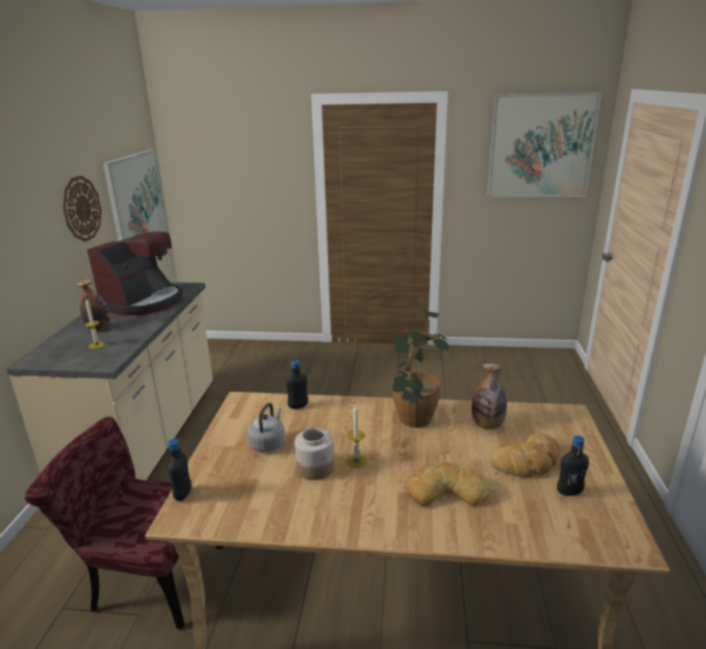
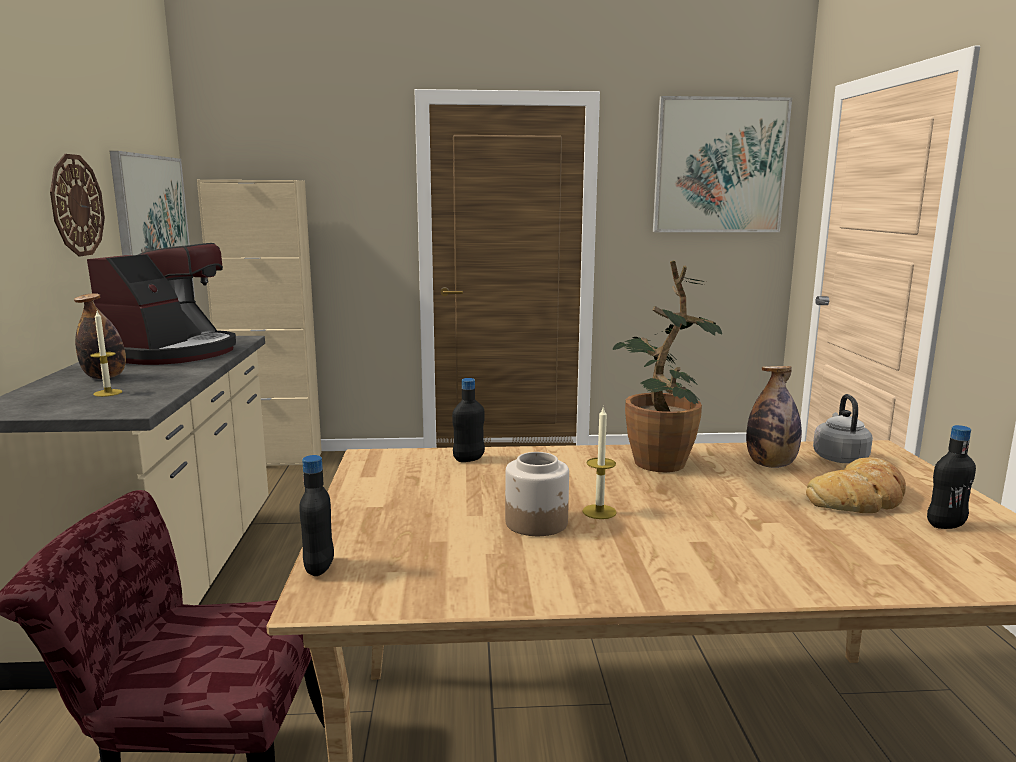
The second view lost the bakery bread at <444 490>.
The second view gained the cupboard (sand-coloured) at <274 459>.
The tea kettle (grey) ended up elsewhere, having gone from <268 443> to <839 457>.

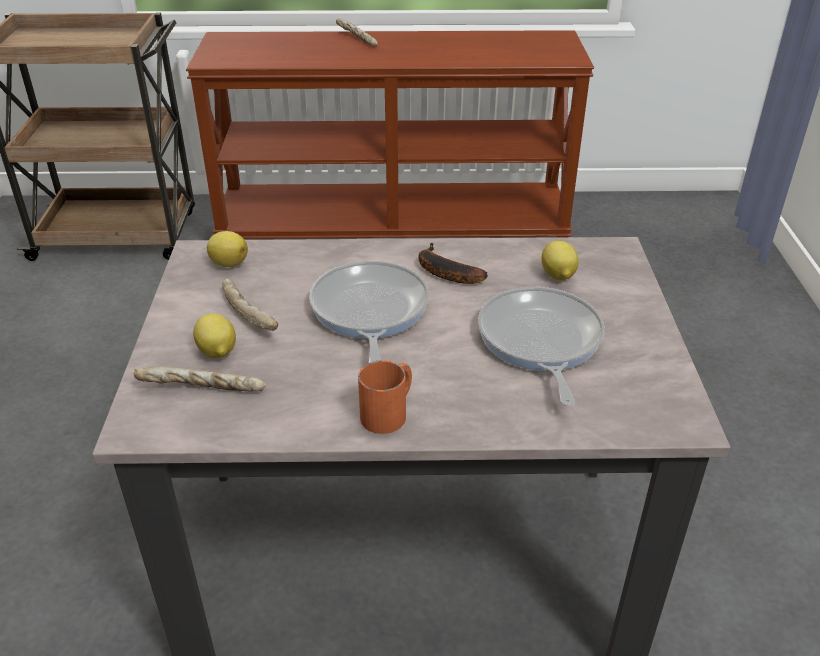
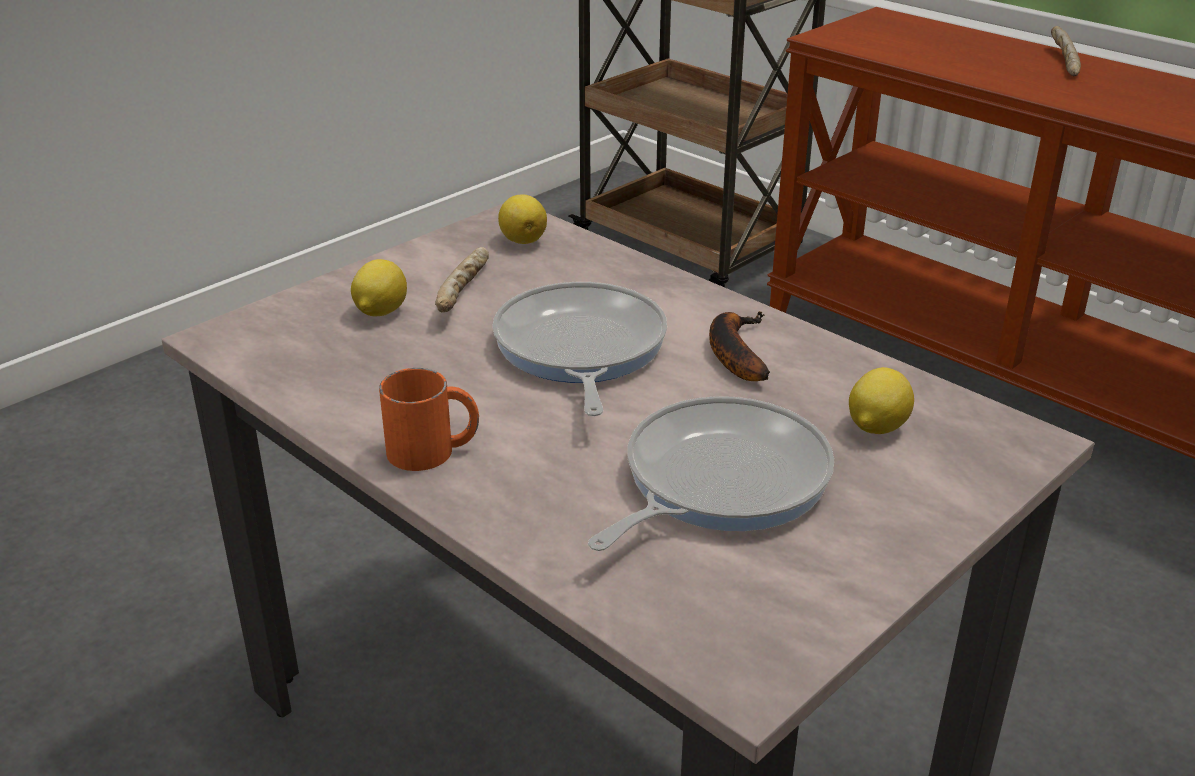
The second view lost the bakery bread at <202 390>.
The frying pan at <369 312> ended up facing another way, 45 degrees counterclockwise from before.

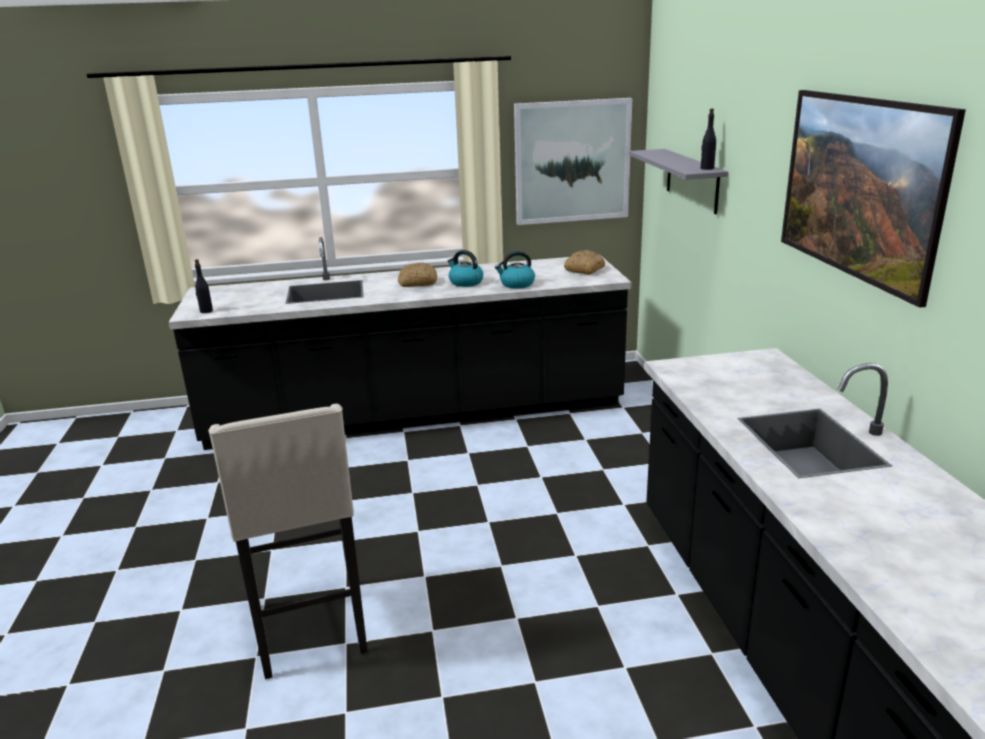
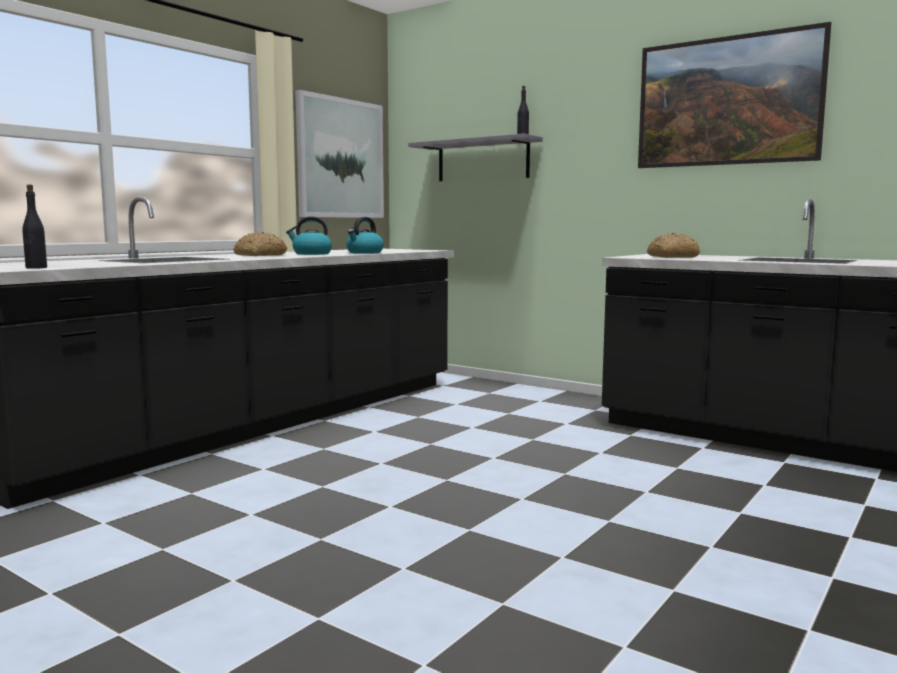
The second view lost the stool (sand-coloured) at <311 630>.
The bakery bread ended up elsewhere, having gone from <584 269> to <671 257>.

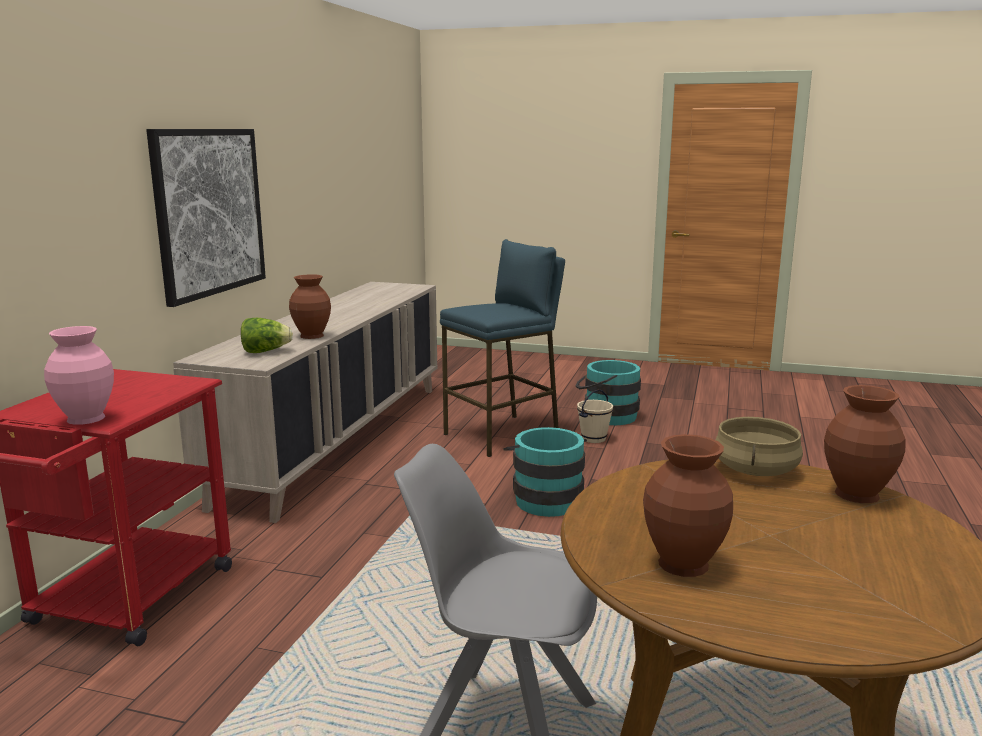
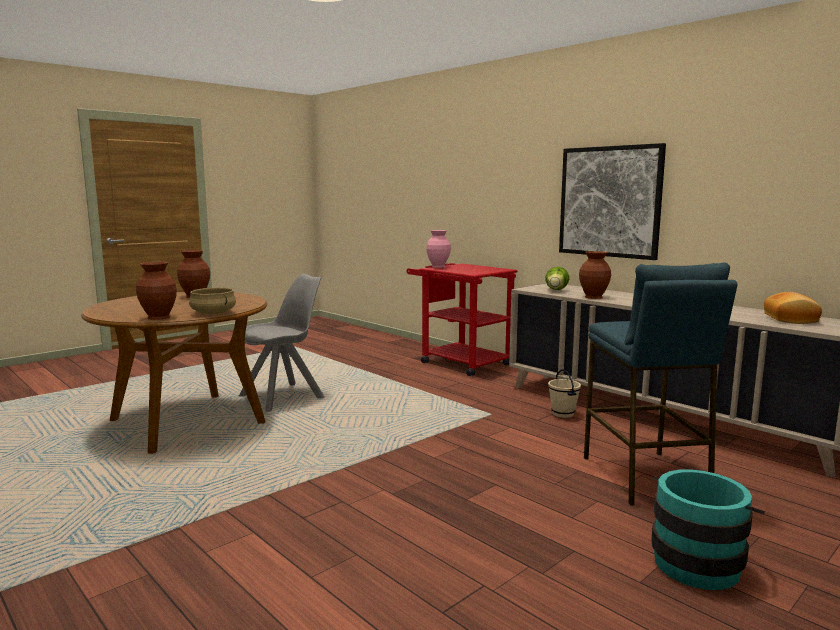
The second view lost the water bucket (turquoise-coloured) at <545 499>.
The second view gained the bakery bread at <792 319>.
The water bucket (sand-coloured) ended up elsewhere, having gone from <593 438> to <563 414>.

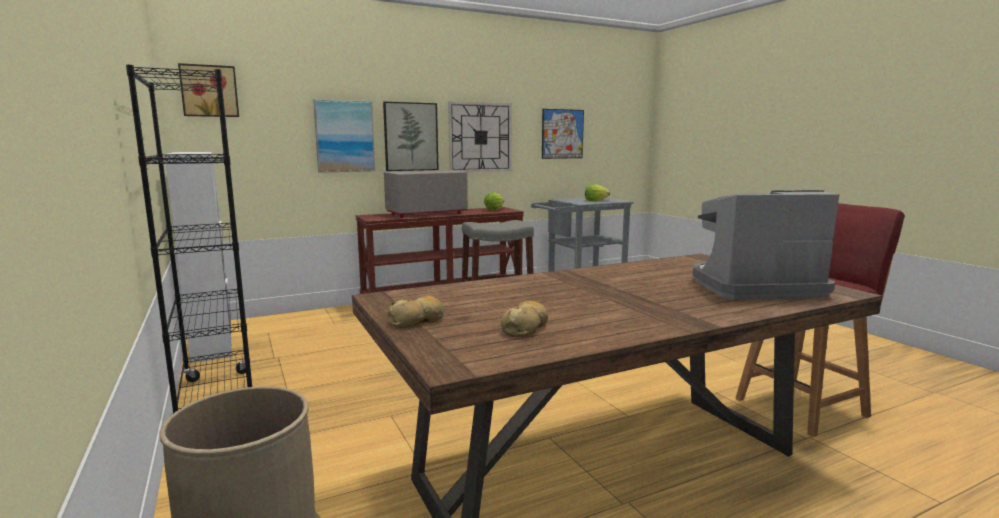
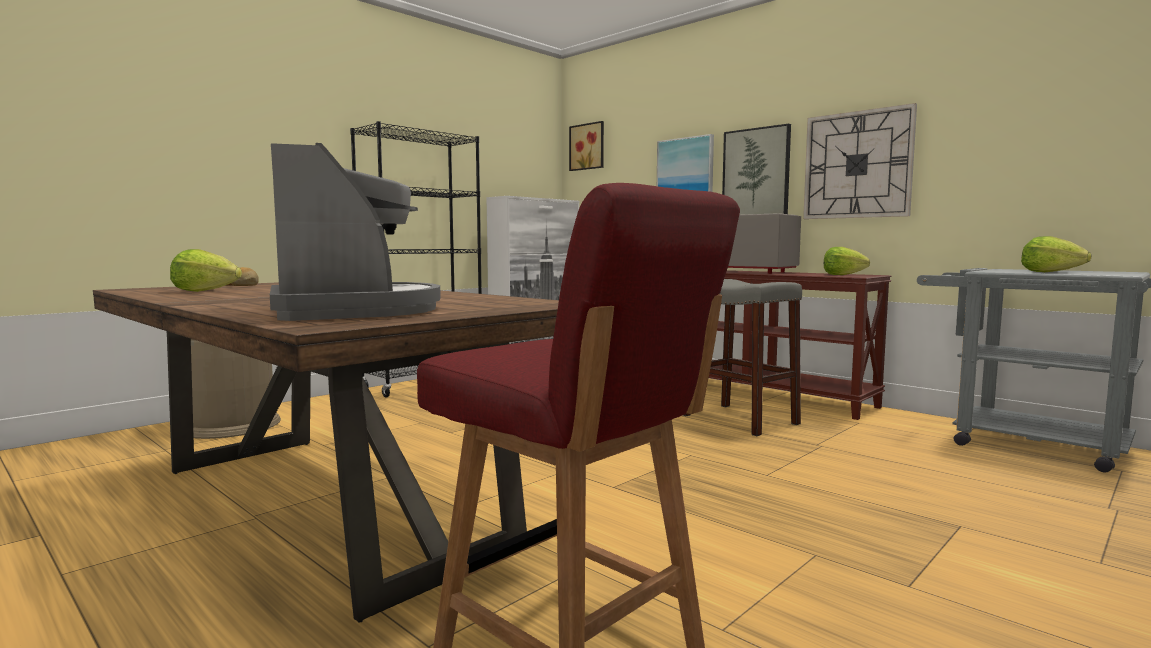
The second view lost the picture at <562 134>.
Where the bakery bread stood at <525 328>, the lettuce head came to stand at <205 291>.

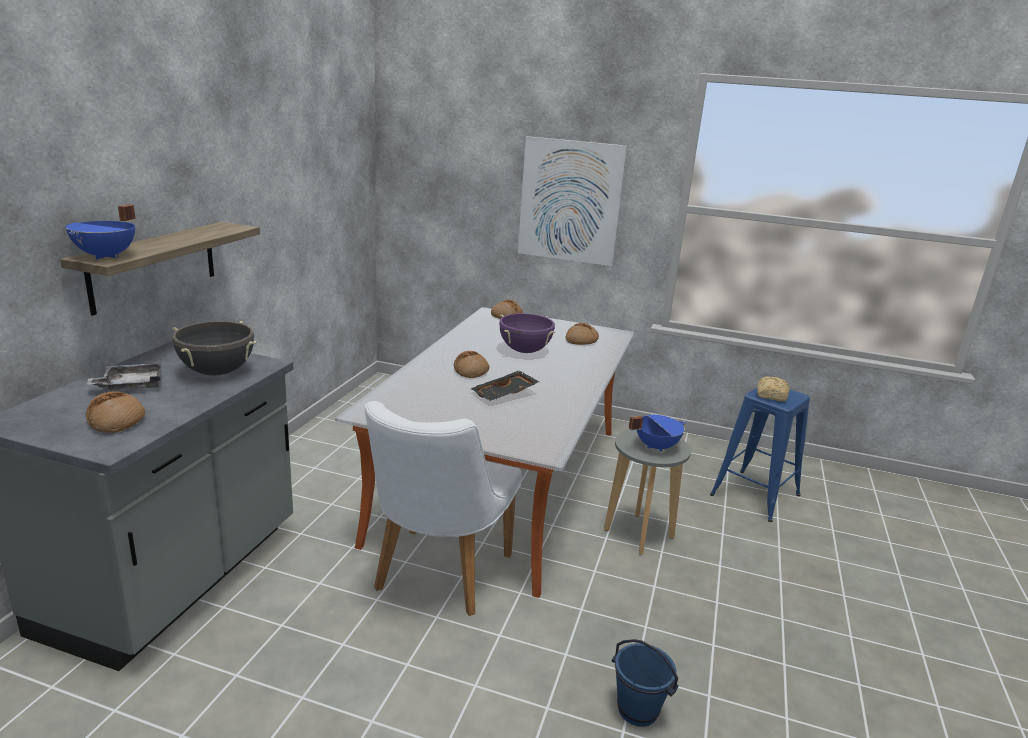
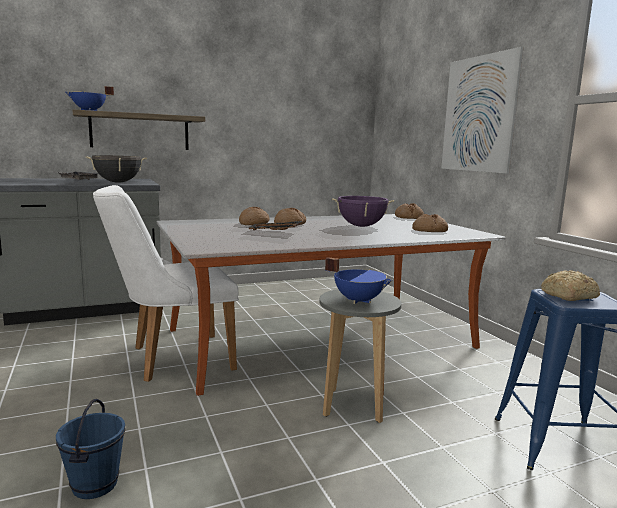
The bakery bread ended up elsewhere, having gone from <117 421> to <254 223>.

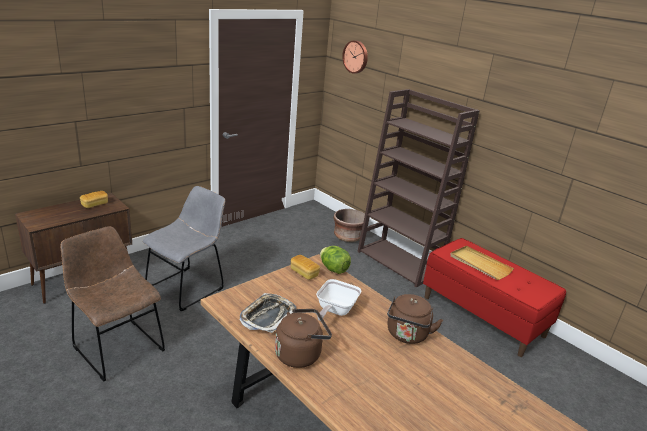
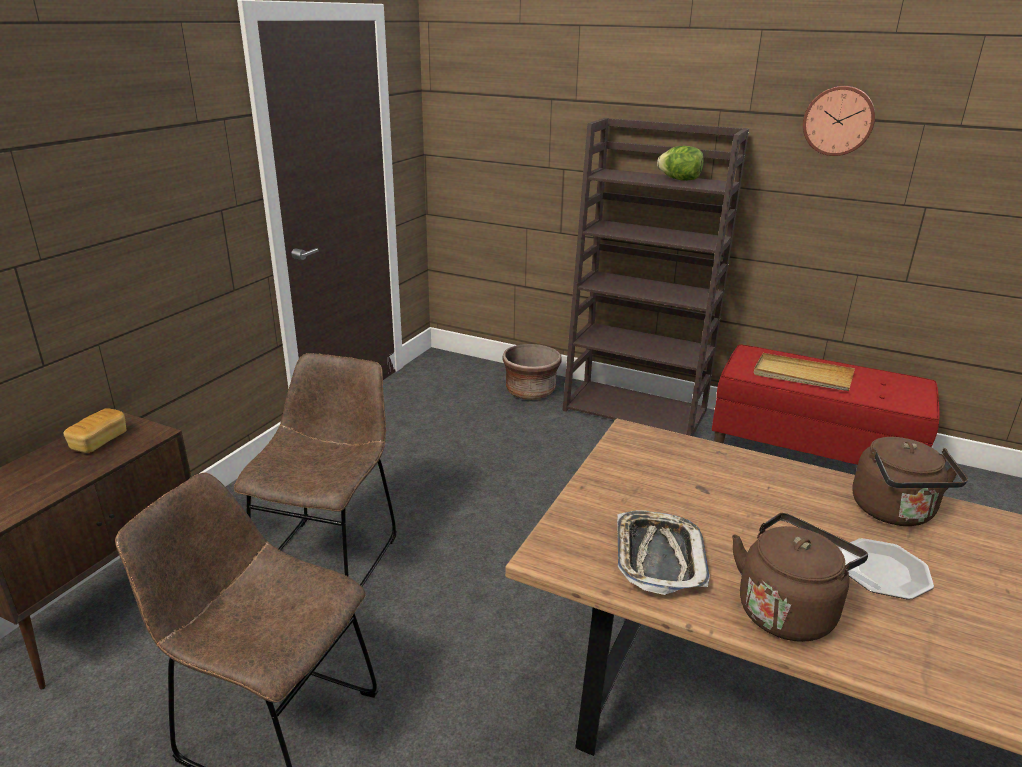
The second view lost the bakery bread at <304 273>.
The second view lost the frying pan at <334 311>.
The second view gained the dinner plate at <883 570>.
The lettuce head ended up elsewhere, having gone from <333 269> to <680 180>.
The wall clock ended up elsewhere, having gone from <356 57> to <838 120>.
What was the chair (grey) at <188 287> turned into the chair (brownish) at <330 554>.

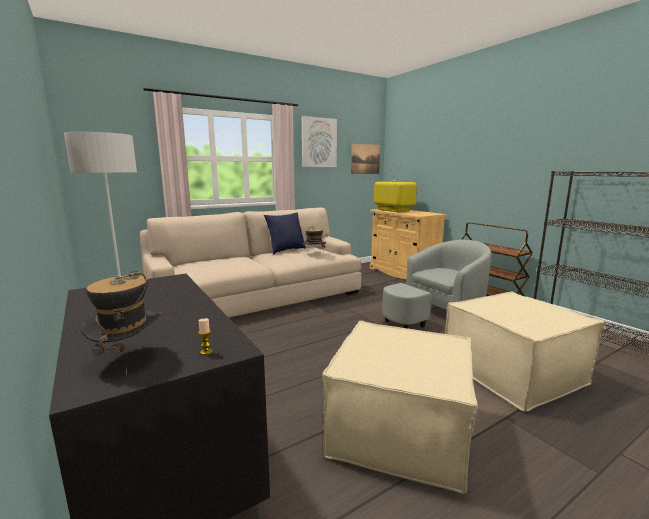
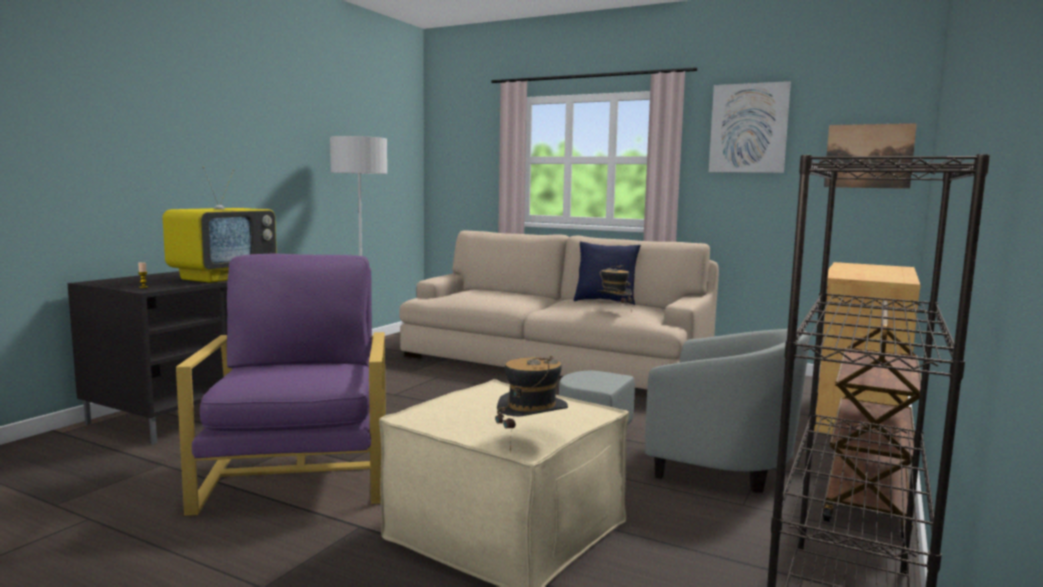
The clothing hat ended up elsewhere, having gone from <128 358> to <531 441>.
The television ended up elsewhere, having gone from <393 210> to <223 277>.
Where the pouffe (sand-coloured) stood at <400 428>, the armchair (purple-coloured) came to stand at <299 471>.

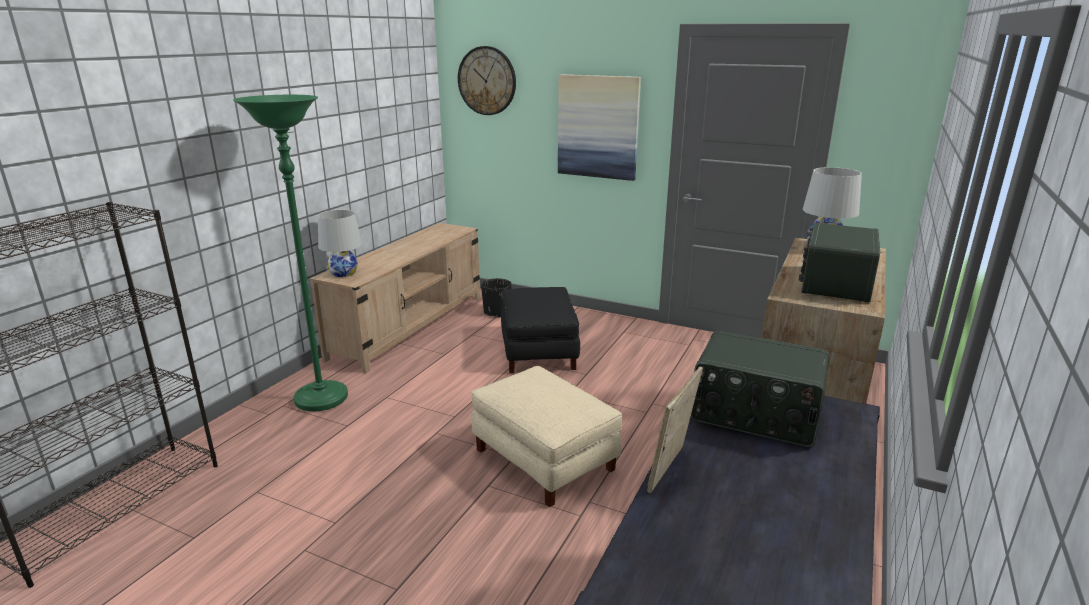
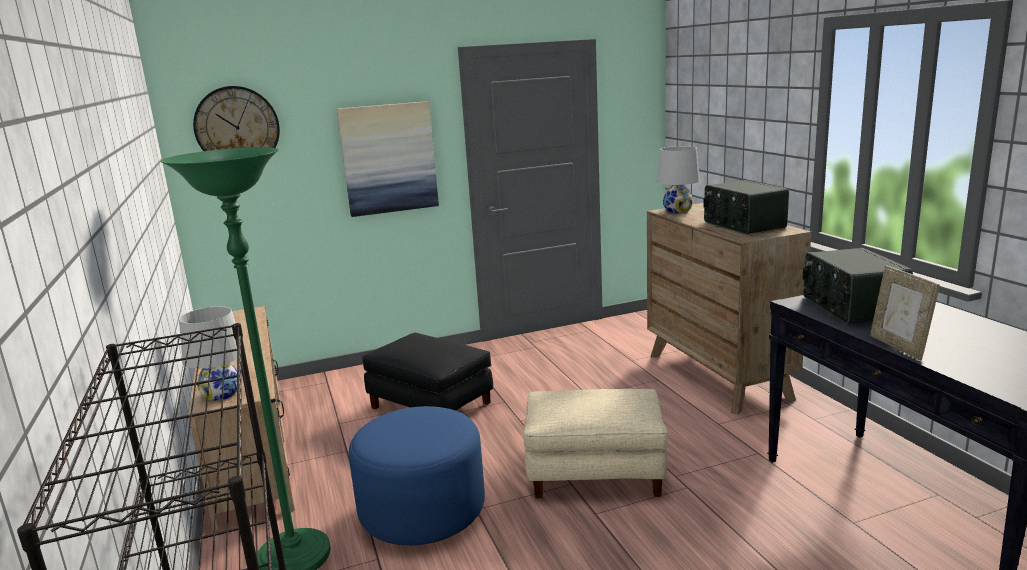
The second view lost the flower pot (black-coloured) at <497 312>.
The second view gained the pouffe (blue-coloured) at <422 510>.
The radio receiver at <755 415> ended up facing another way, 105 degrees clockwise from before.

